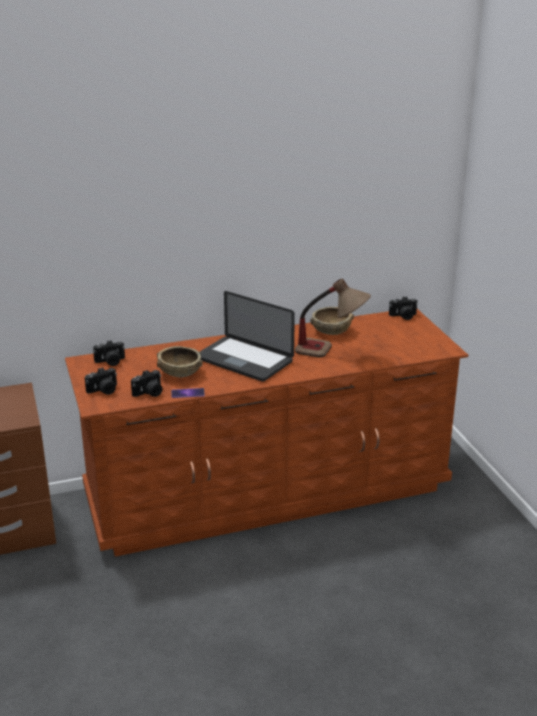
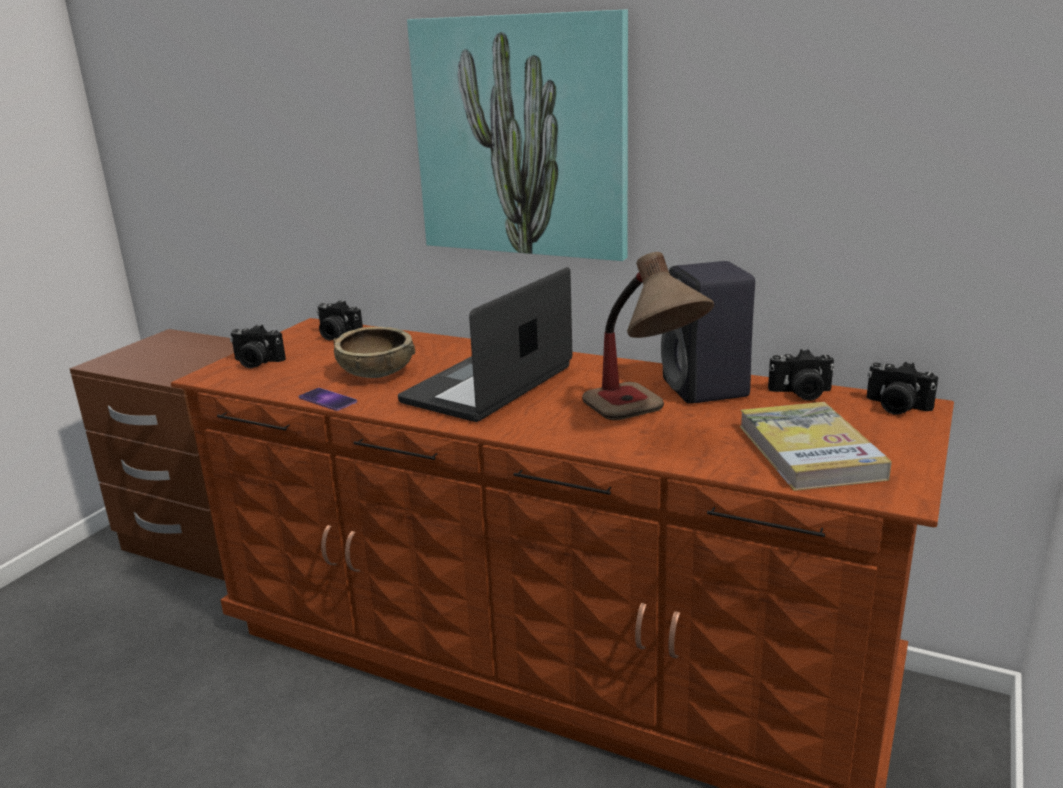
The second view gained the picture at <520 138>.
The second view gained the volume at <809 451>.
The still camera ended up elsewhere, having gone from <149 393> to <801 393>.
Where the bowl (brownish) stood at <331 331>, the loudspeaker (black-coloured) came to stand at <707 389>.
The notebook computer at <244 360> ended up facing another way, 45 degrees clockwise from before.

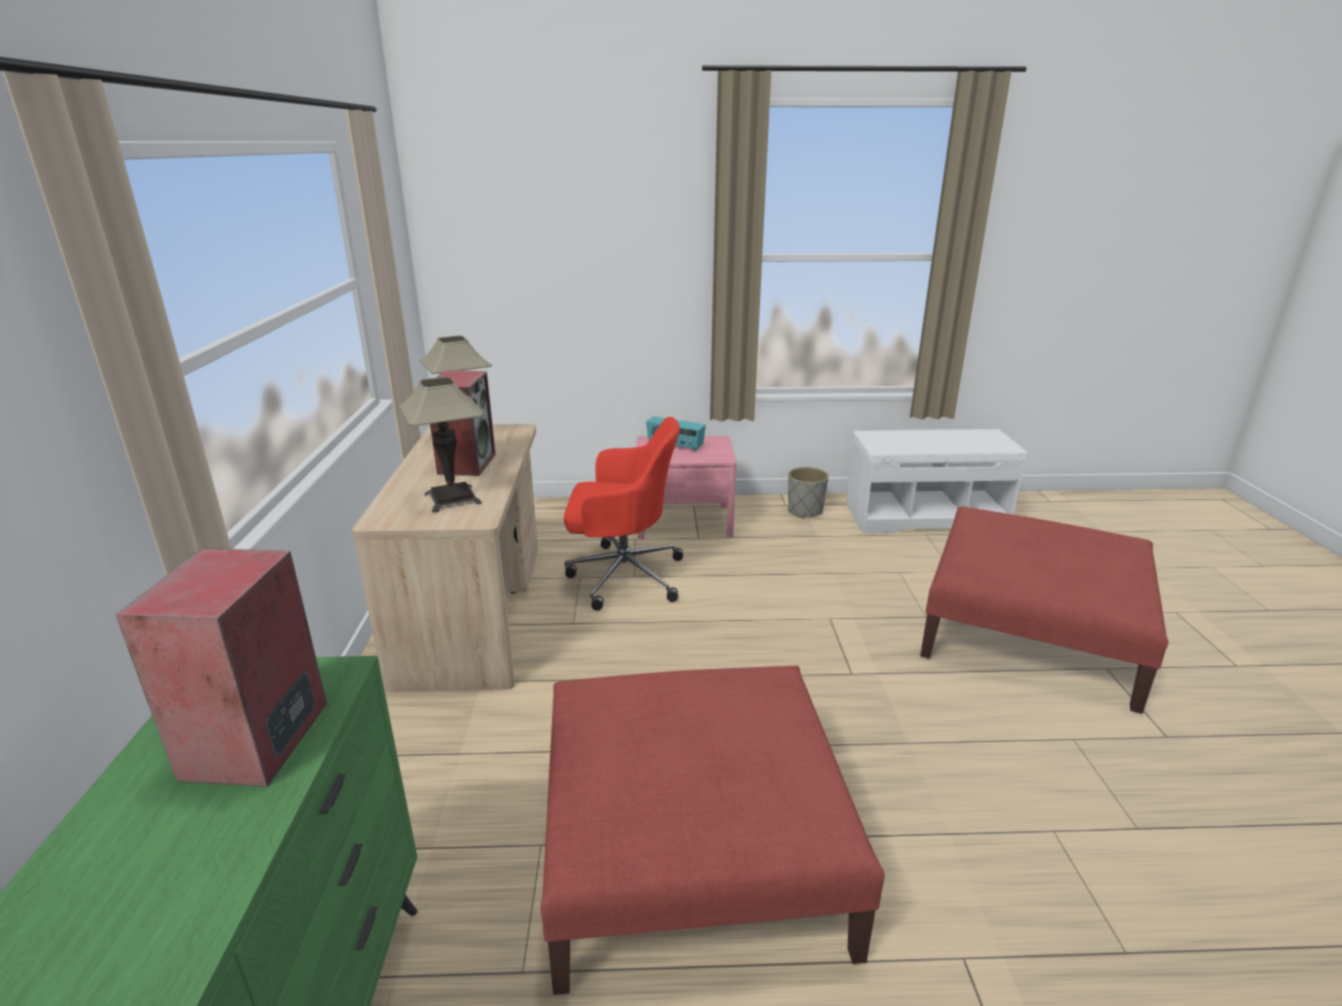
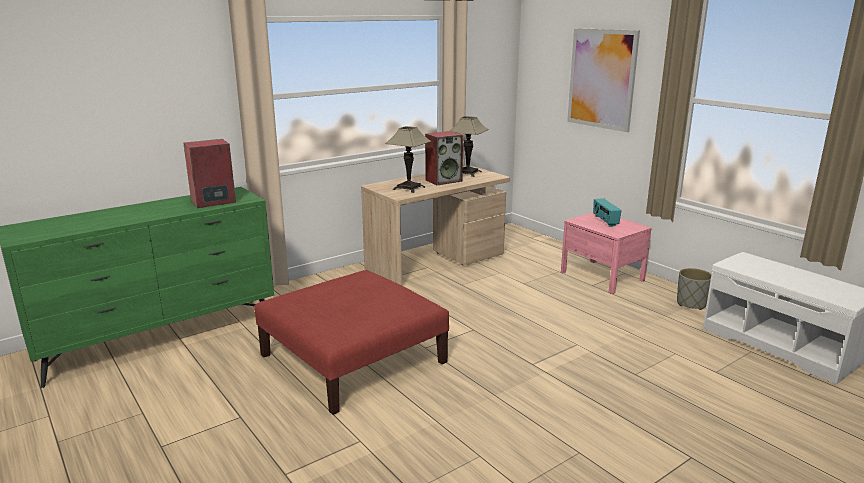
The second view lost the computer chair (reddish) at <622 576>.
The second view lost the pouffe (reddish) at <1032 631>.
The second view gained the picture at <602 79>.

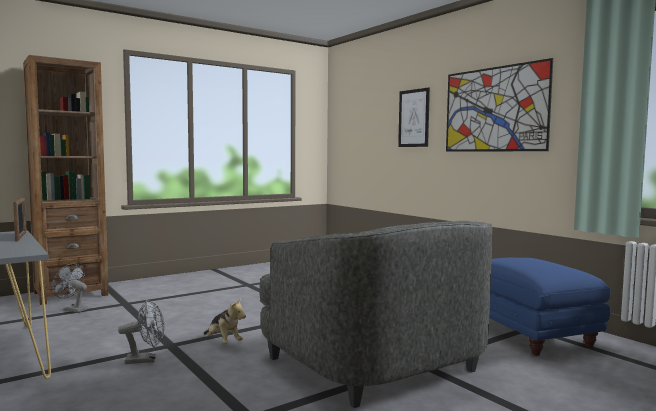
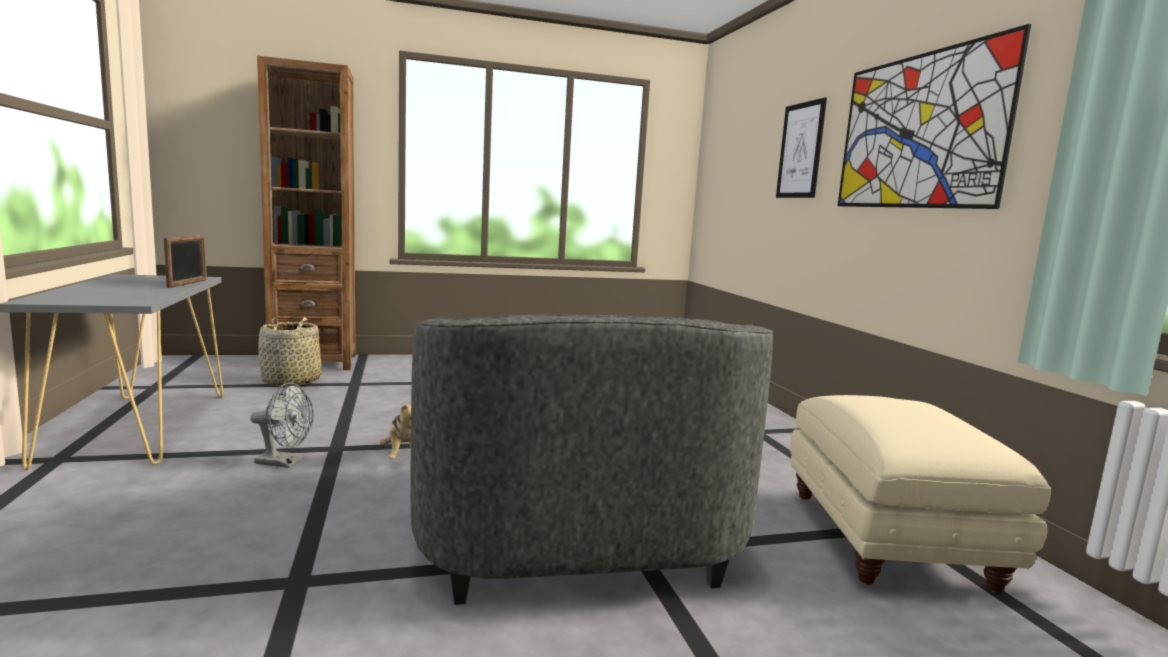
Where the electric fan (grey) stood at <72 309>, the basket came to stand at <291 381>.
What was the pouffe (blue-coloured) at <529 335> turned into the pouffe (sand-coloured) at <890 540>.

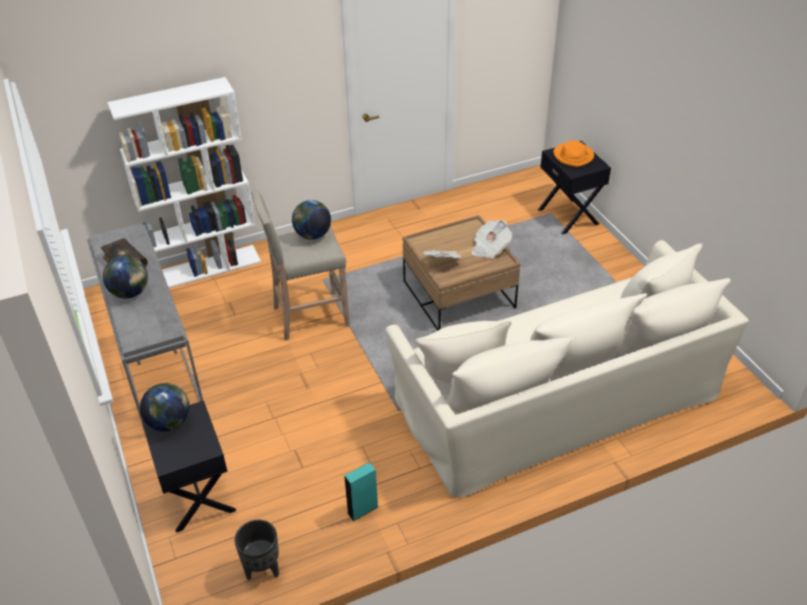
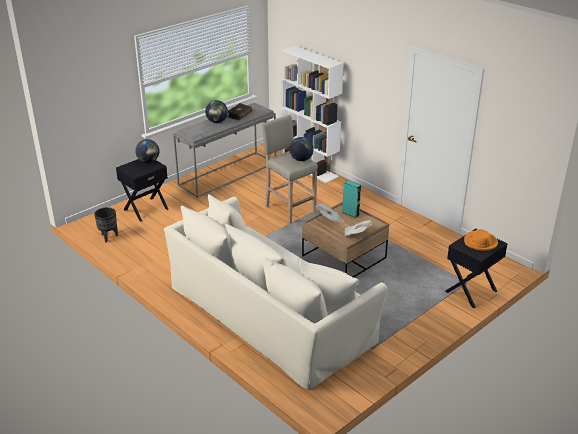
The loudspeaker (turquoise-coloured) ended up elsewhere, having gone from <363 510> to <350 213>.

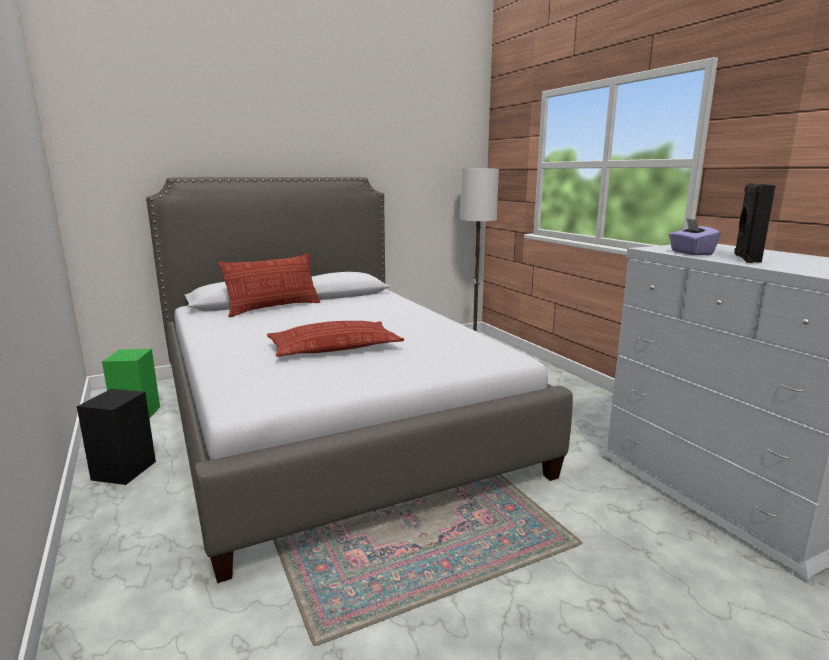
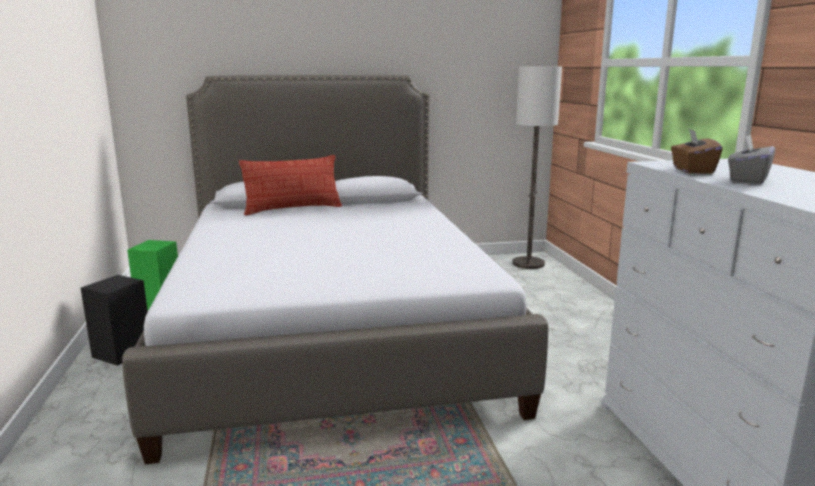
The second view lost the throw pillow at <334 348>.
Where the loudspeaker (black-coloured) stood at <745 258>, the box of tissues (grey) came to stand at <747 180>.
What was the box of tissues (purple-coloured) at <690 253> turned into the box of tissues (brownish) at <692 170>.

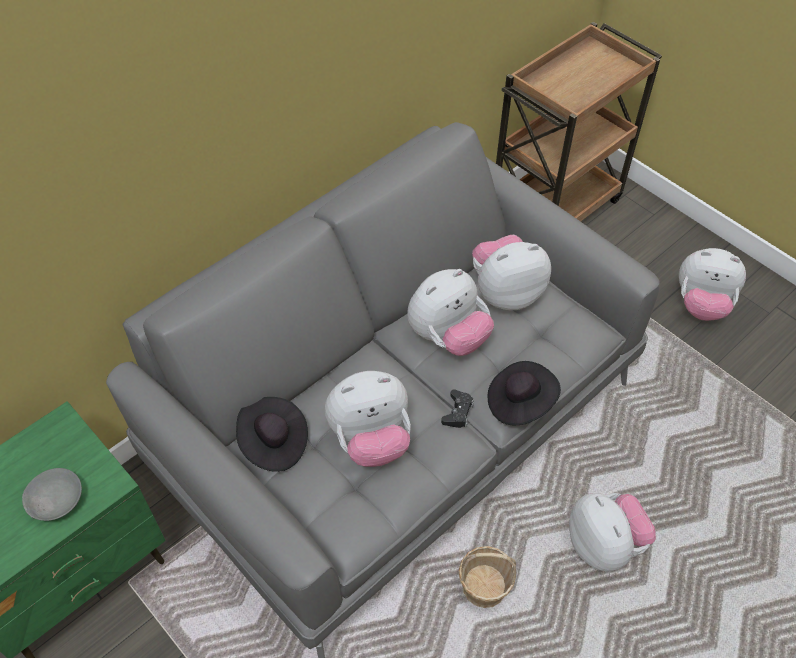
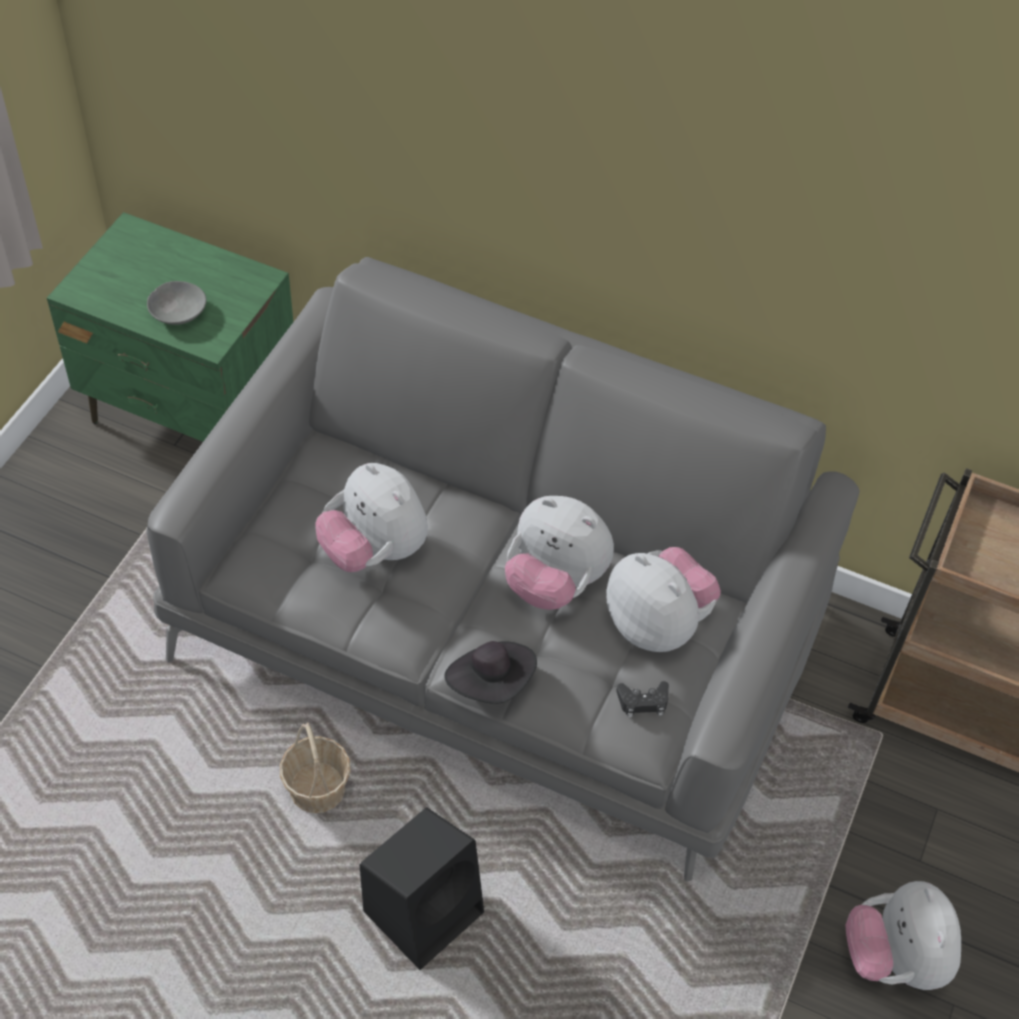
The second view lost the clothing hat (black-coloured) at <273 443>.
The joypad (black-coloured) ended up elsewhere, having gone from <457 412> to <643 702>.
Where the plush toy stood at <604 544>, the loudspeaker (black-coloured) came to stand at <425 909>.

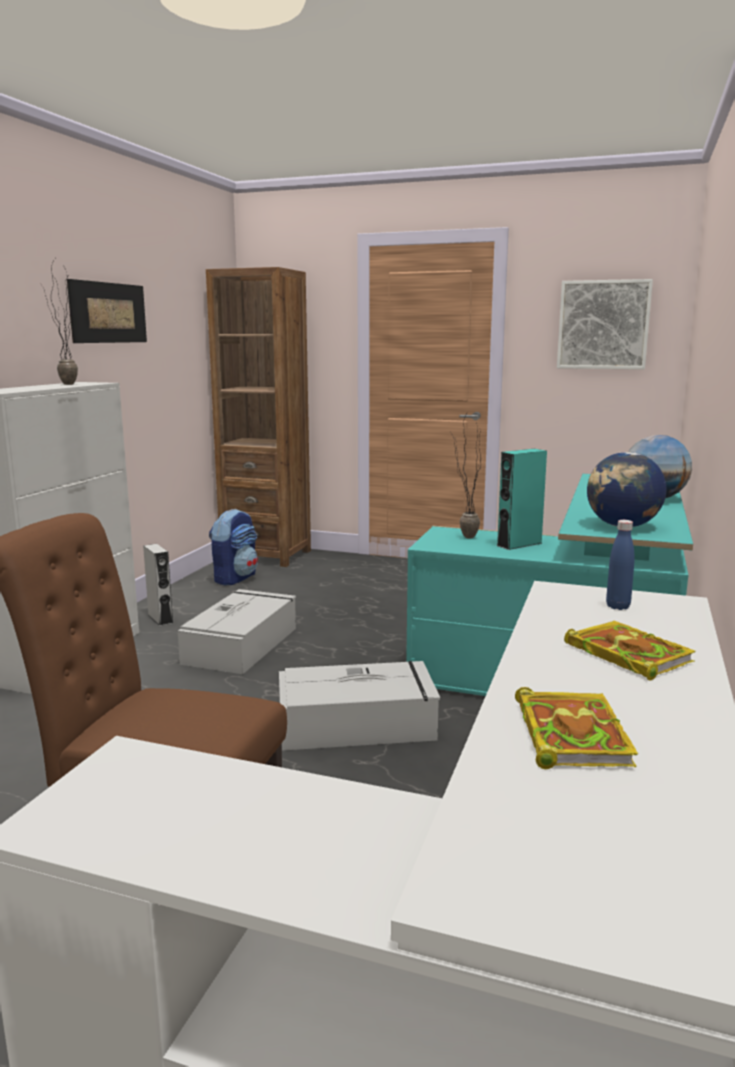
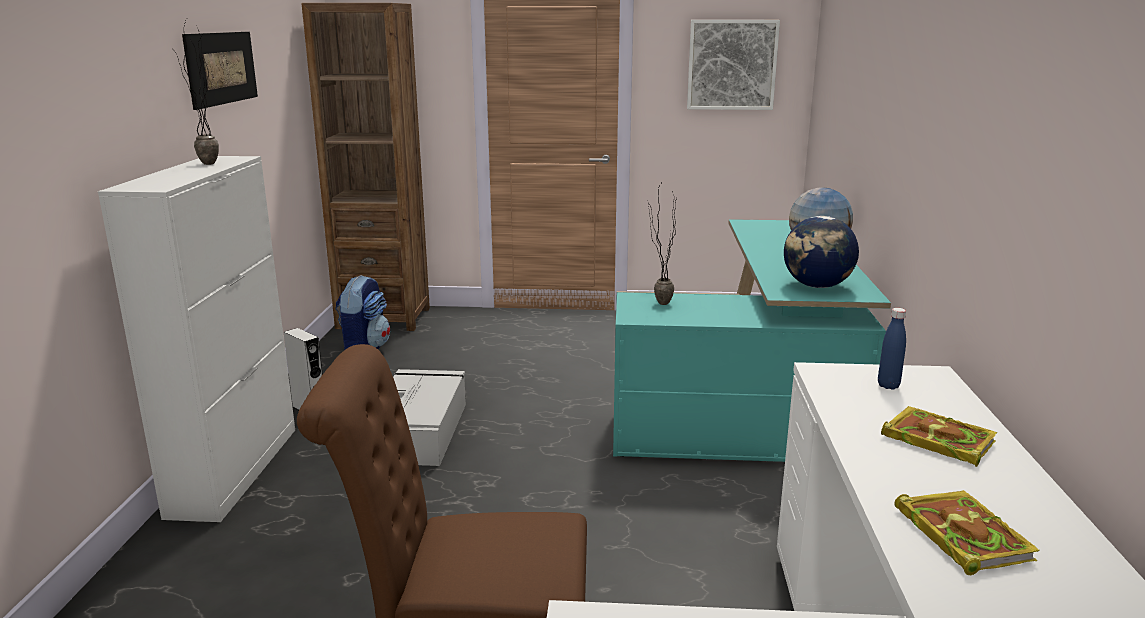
The second view lost the storage container (grey) at <358 723>.
The second view lost the loudspeaker (turquoise-coloured) at <519 544>.

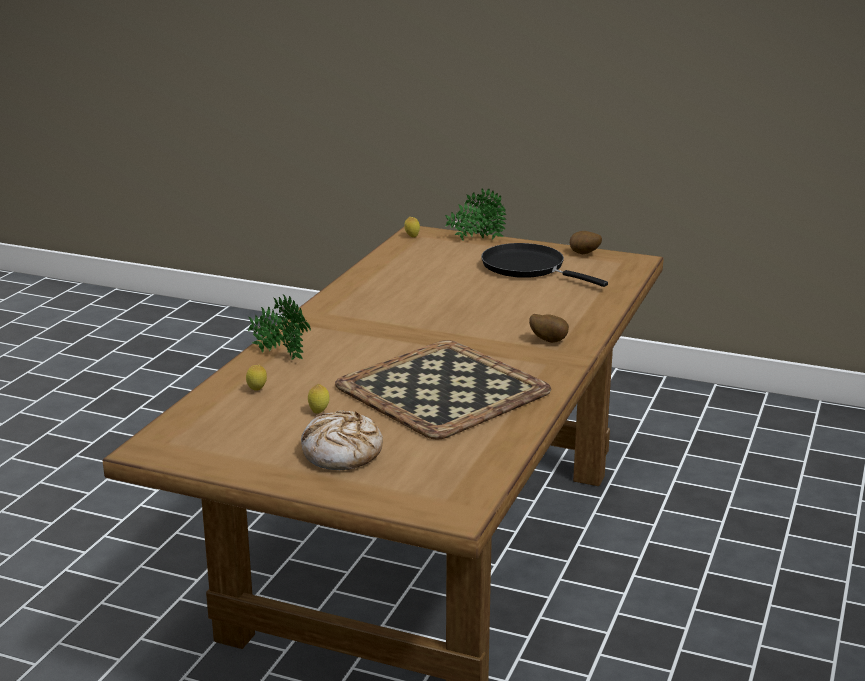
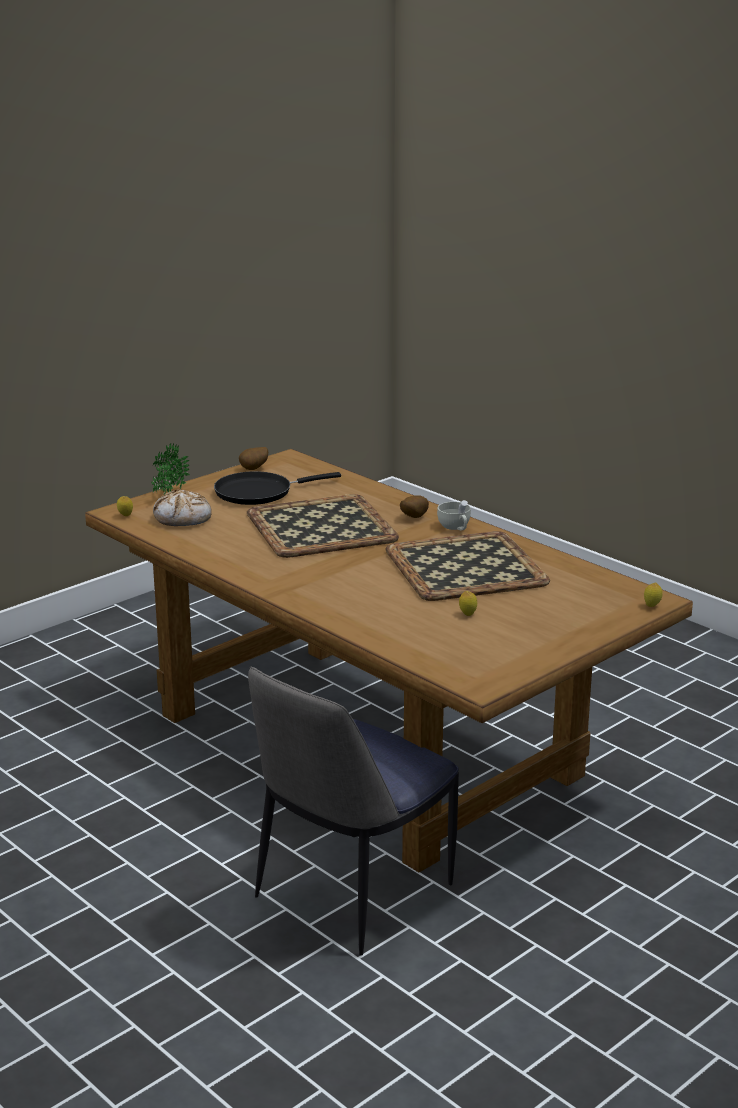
The second view lost the potted plant at <280 355>.
The second view gained the tray at <322 526>.
The second view gained the chair at <350 894>.
The second view gained the cup (whitish) at <455 528>.
The lemon ended up elsewhere, having gone from <257 390> to <652 606>.
The bakery bread ended up elsewhere, having gone from <342 453> to <183 518>.

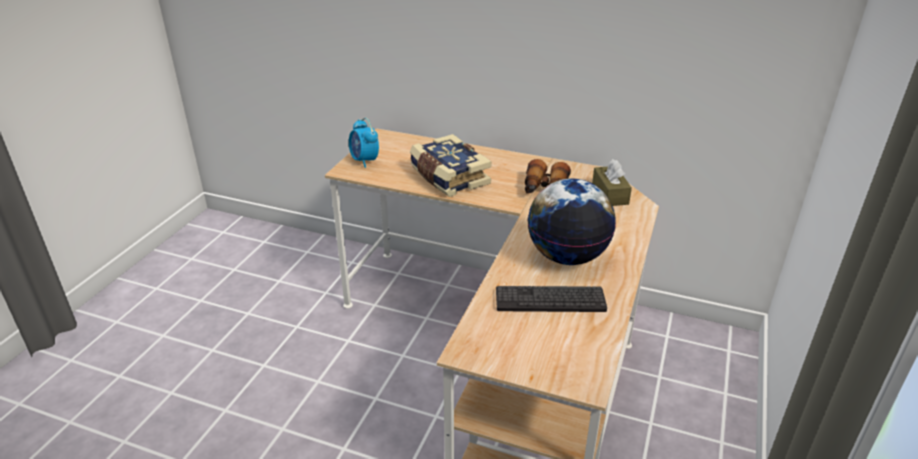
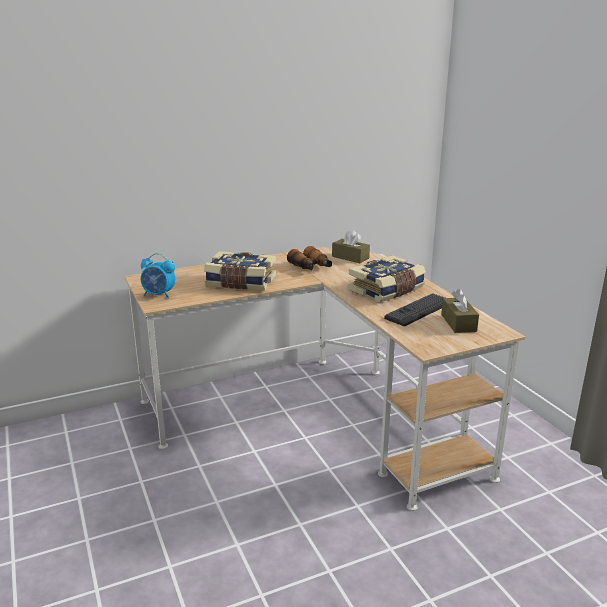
The second view gained the box of tissues (brownish) at <458 323>.
Where the world globe stood at <567 256>, the volume came to stand at <387 290>.

